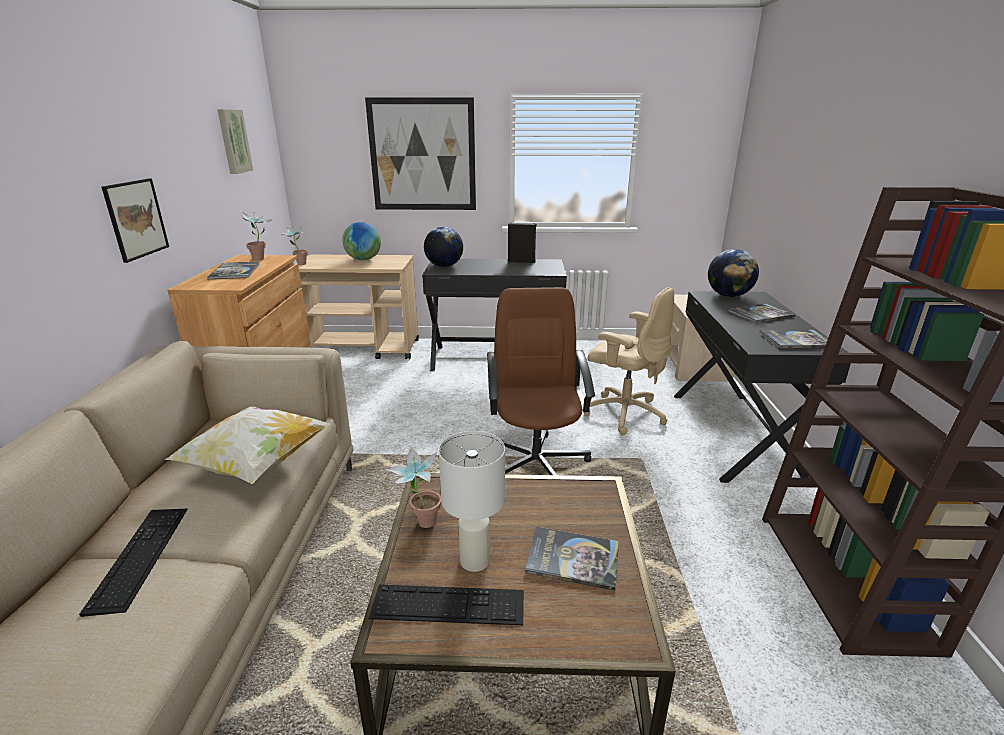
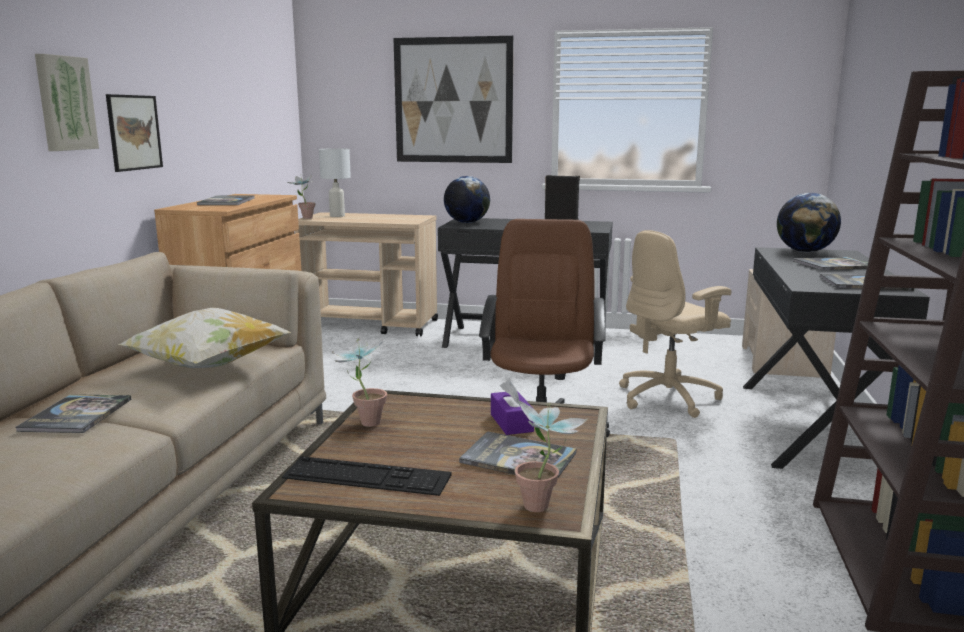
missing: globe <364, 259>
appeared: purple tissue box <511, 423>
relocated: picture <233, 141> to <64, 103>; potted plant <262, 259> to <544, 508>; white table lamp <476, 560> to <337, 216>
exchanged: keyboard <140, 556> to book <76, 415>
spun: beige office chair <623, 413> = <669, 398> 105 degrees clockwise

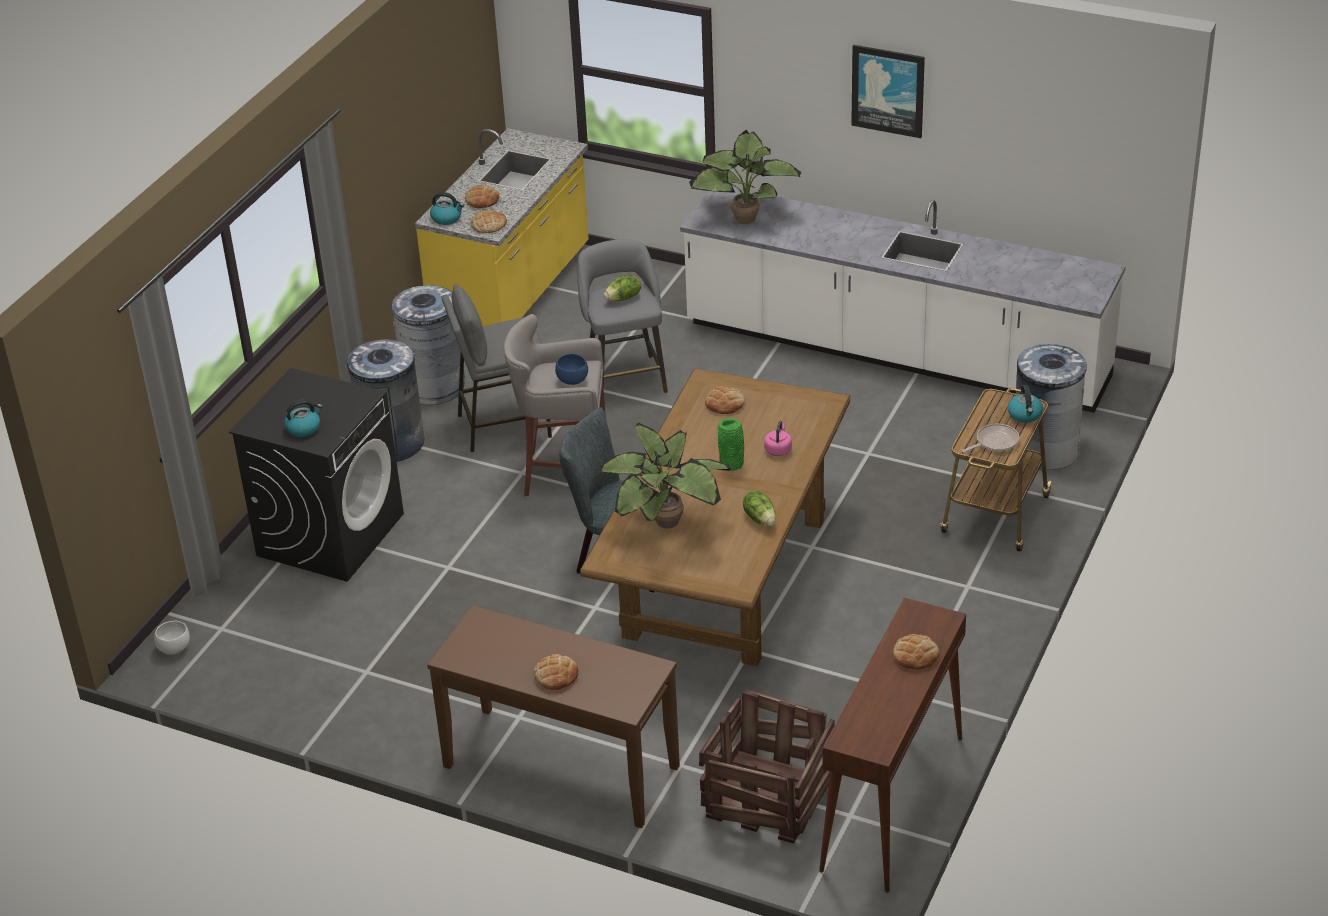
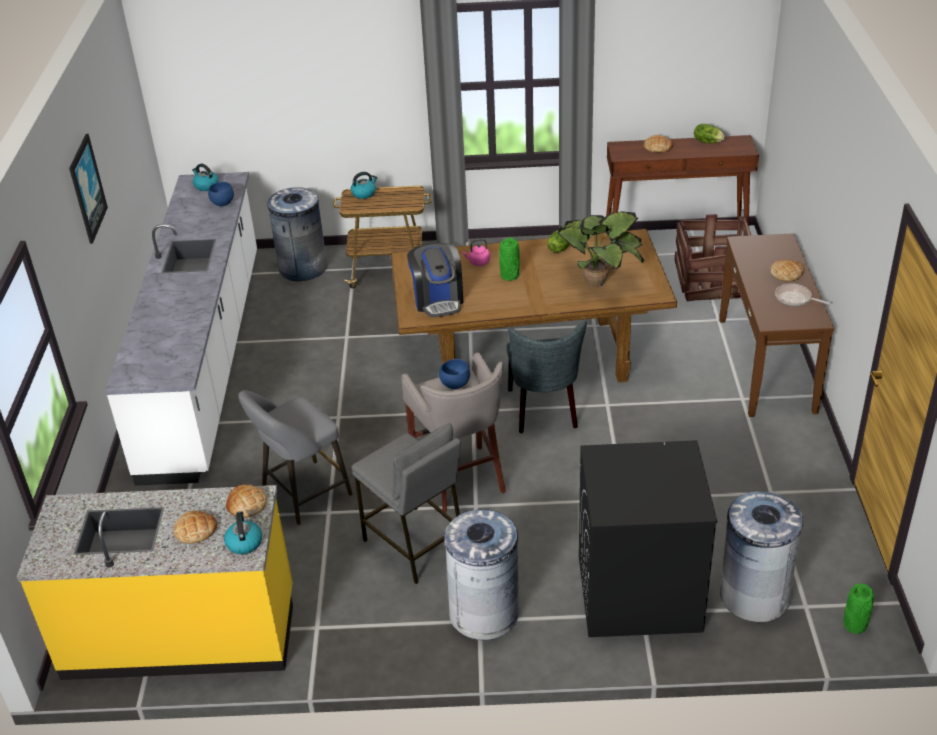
missing: potted plant <745, 217>
appeared: blue bowl <222, 203>
relocated: kettle <304, 428> to <206, 186>; grey trash can <433, 386> to <754, 595>; lettuce <623, 298> to <707, 142>; frying pan <995, 442> to <795, 298>
exchanged: white bowl <174, 648> to green vase <854, 626>; bread <725, 403> to coffee machine <438, 300>

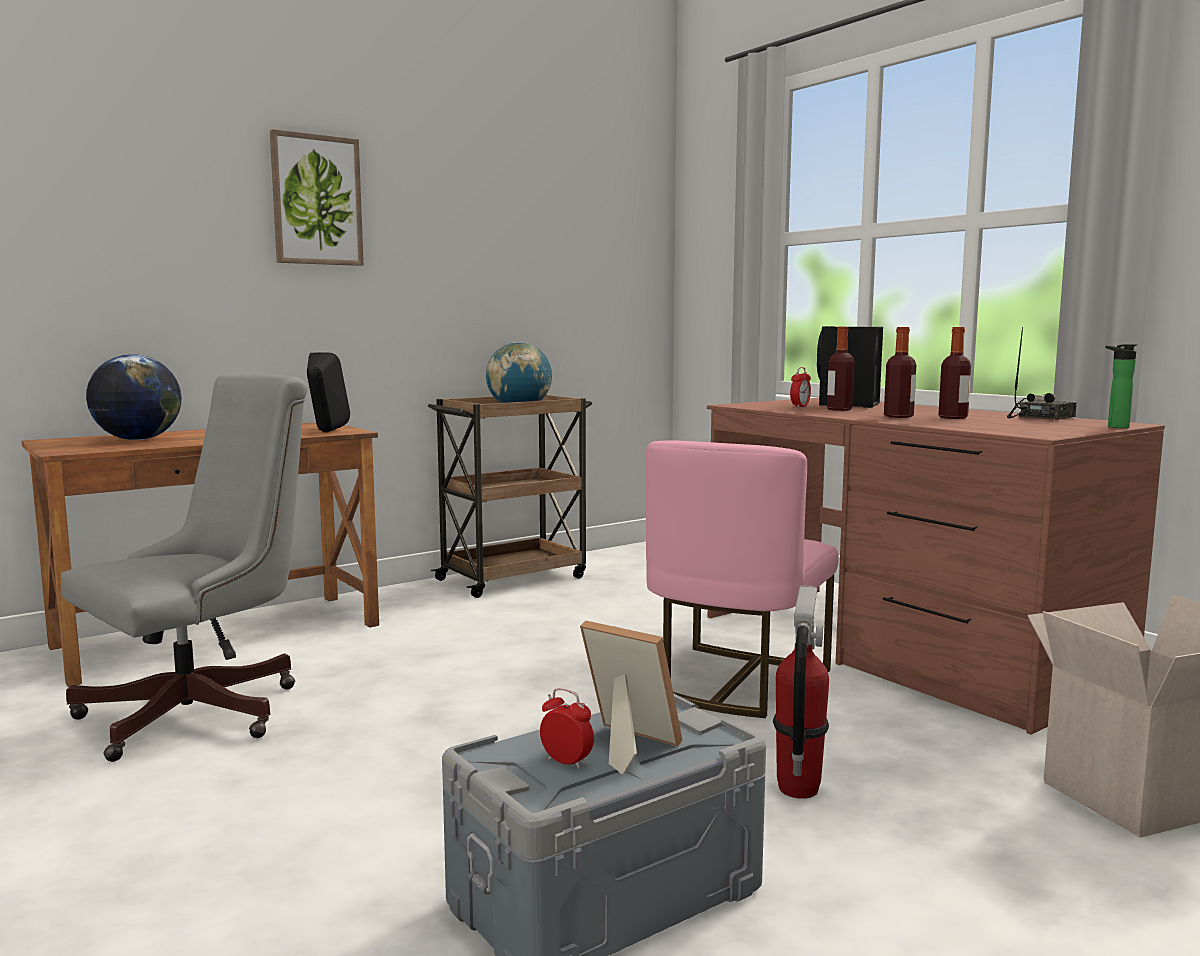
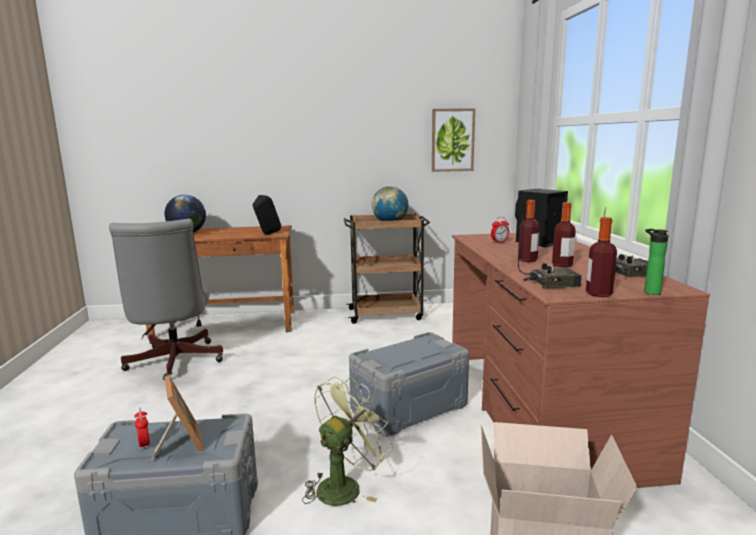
appeared: radio <551, 283>
relocated: picture <316, 200> to <452, 140>; bottle <839, 409> to <598, 294>
exchanged: pink chair <736, 682> to grey storage box <408, 407>; fire extinguisher <798, 788> to green fan <344, 485>
spun: grey office chair <205, 711> = <173, 363> 90 degrees clockwise

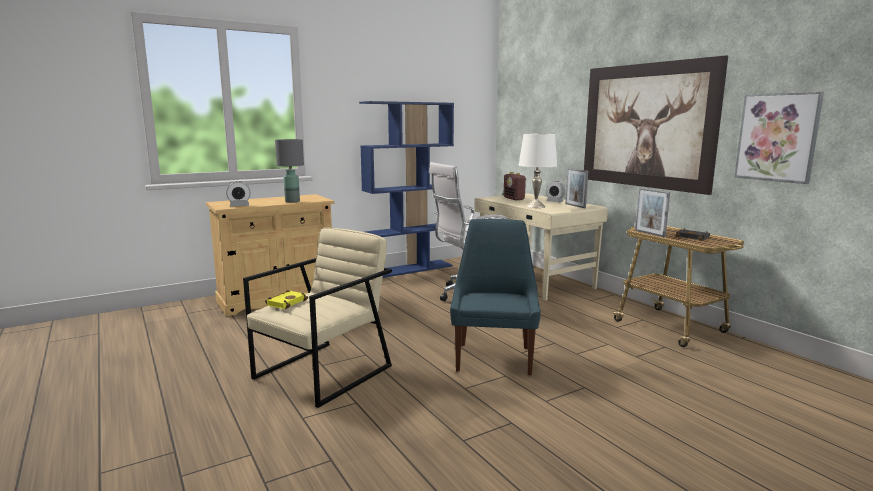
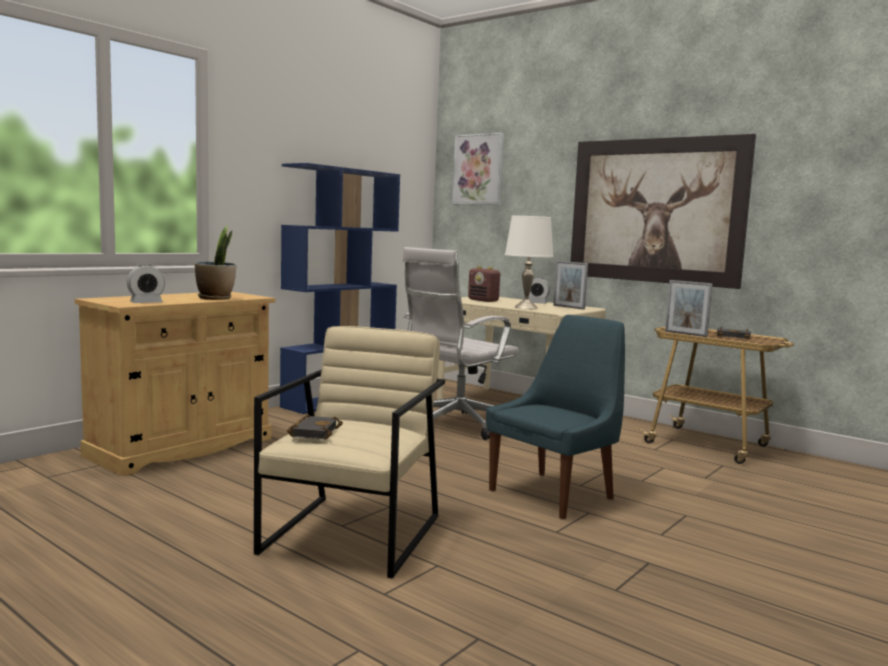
relocated: picture <777, 137> to <478, 169>
exchanged: grey table lamp <292, 201> to potted plant <215, 298>
colour: yellow book <286, 302> to black book <313, 432>
spun: blue chair <494, 357> = <554, 494> 60 degrees clockwise

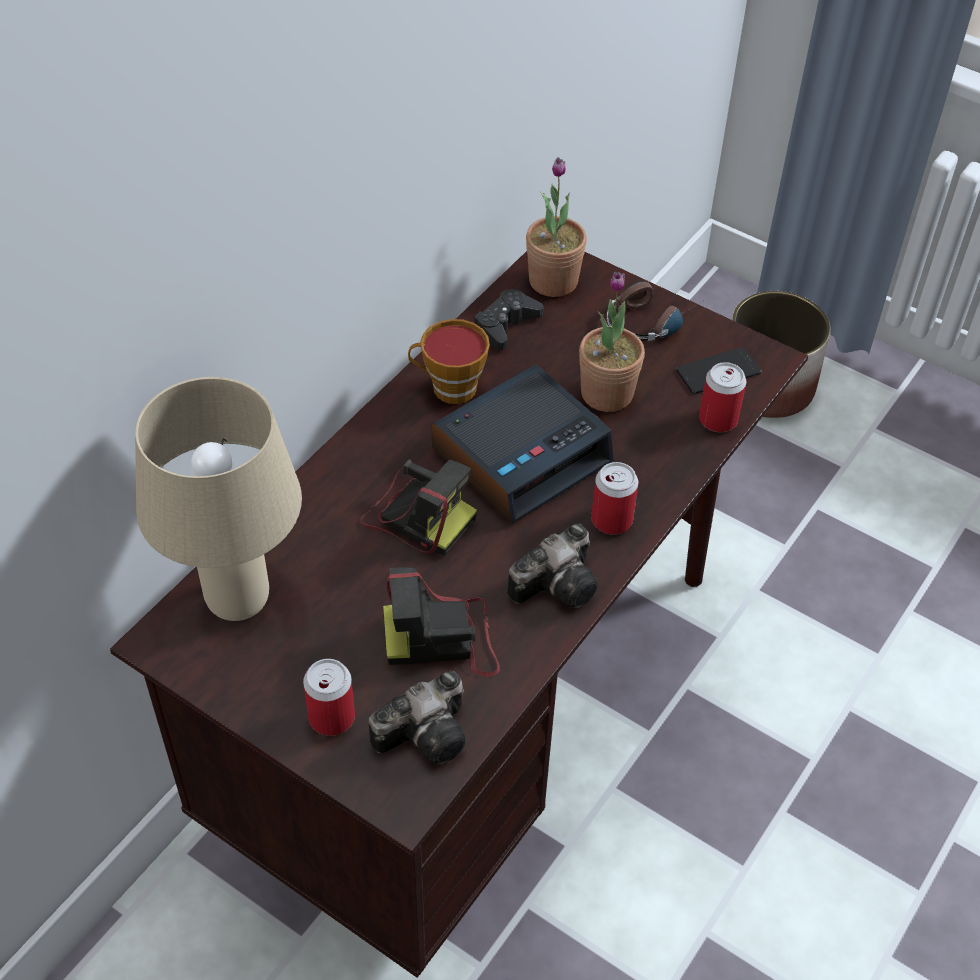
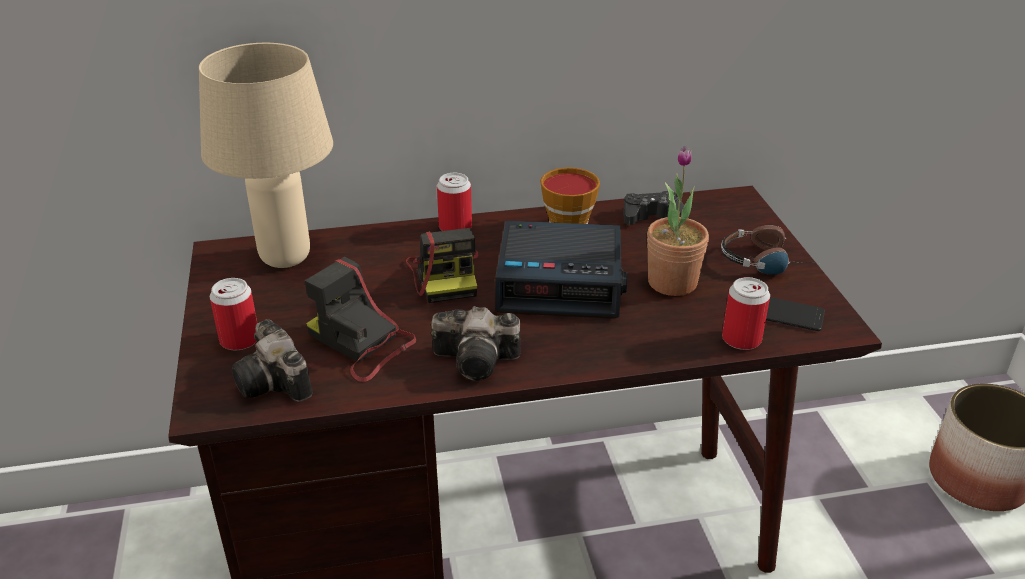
missing: potted plant <553, 281>
relocated: can <611, 520> to <455, 227>
spun: photo camera <428, 732> = <276, 383> 45 degrees clockwise

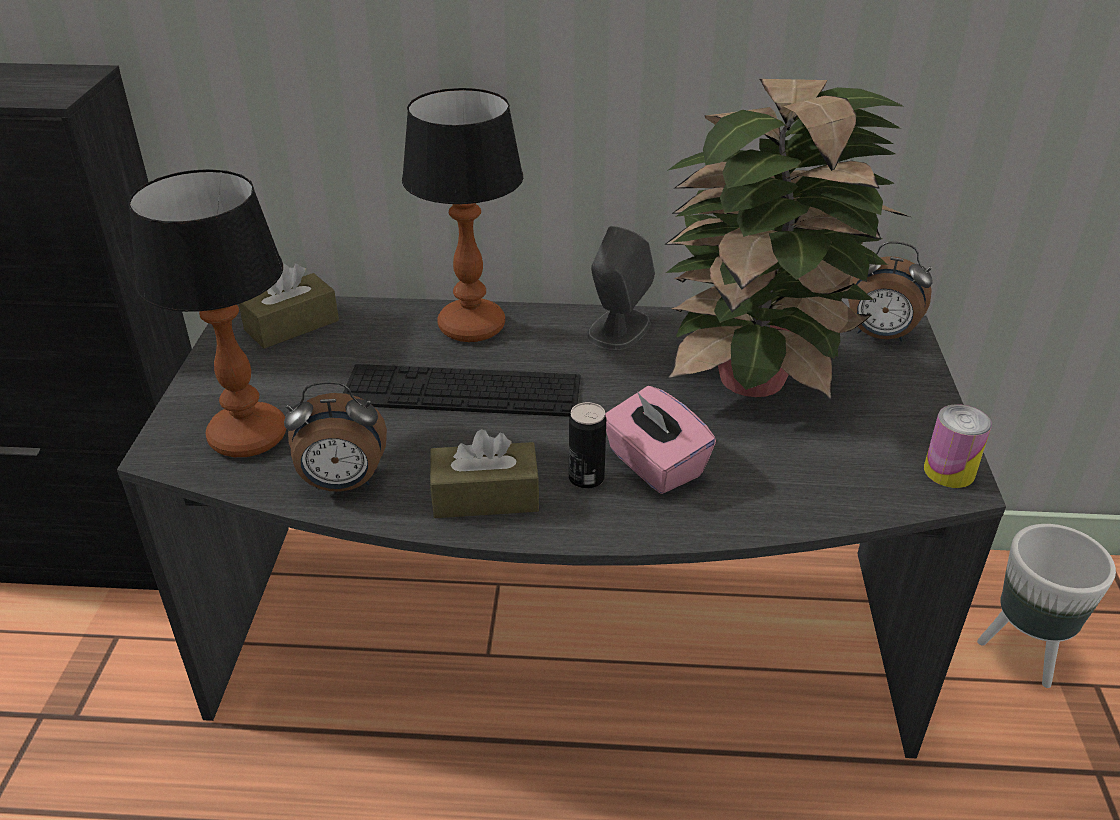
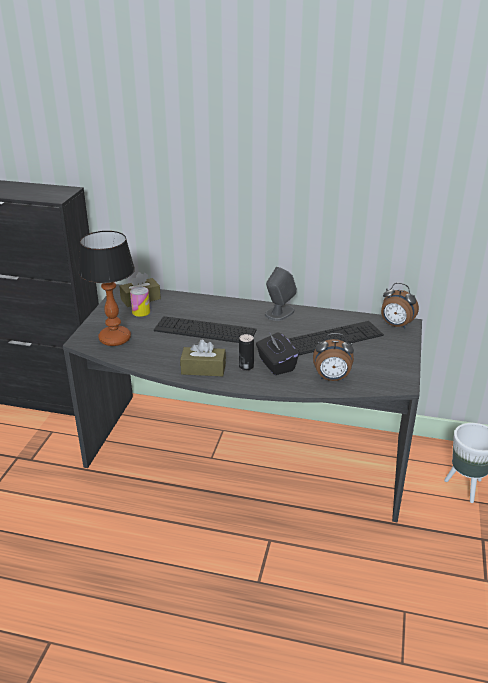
missing: table lamp <470, 326>
relocated: alarm clock <342, 484> to <332, 378>; can <949, 471> to <141, 312>
exchanged: potted plant <757, 382> to keyboard <332, 338>
colour: pink tissue box <654, 464> to black tissue box <276, 365>

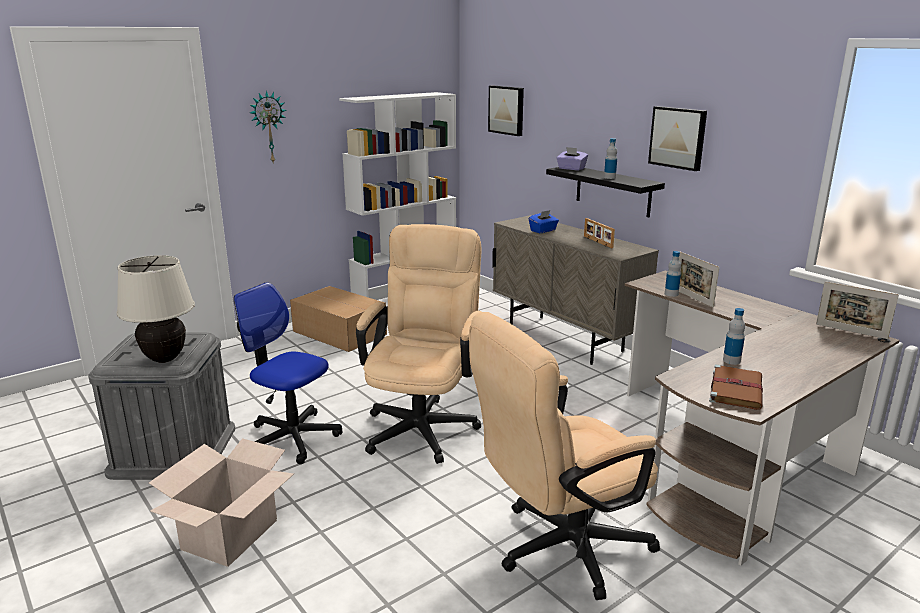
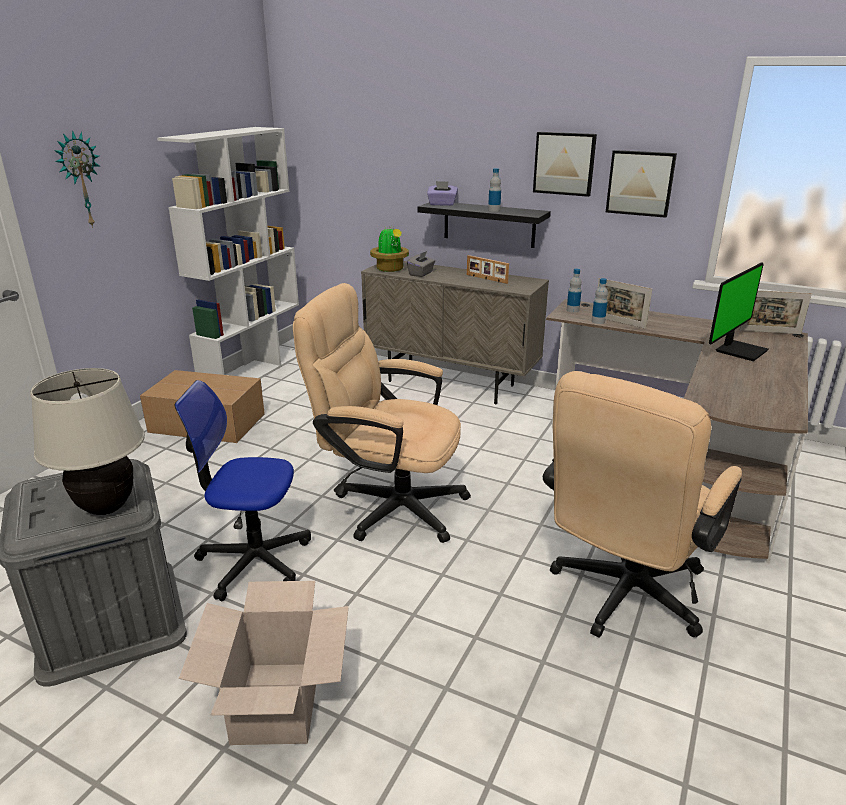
missing: brown book <735, 389>
appeared: potted plant <390, 269>; monitor <739, 350>
relocated: picture <507, 110> to <640, 183>; bottle <731, 361> to <572, 310>
colour: blue tissue box <543, 230> to grey tissue box <421, 274>
spun: beige office chair <424, 424> = <388, 505> 60 degrees counterclockwise

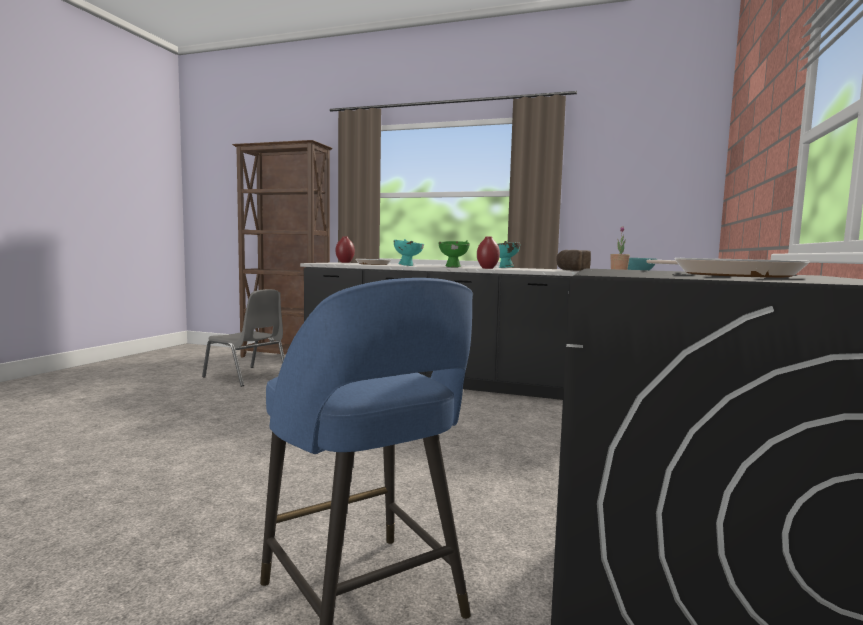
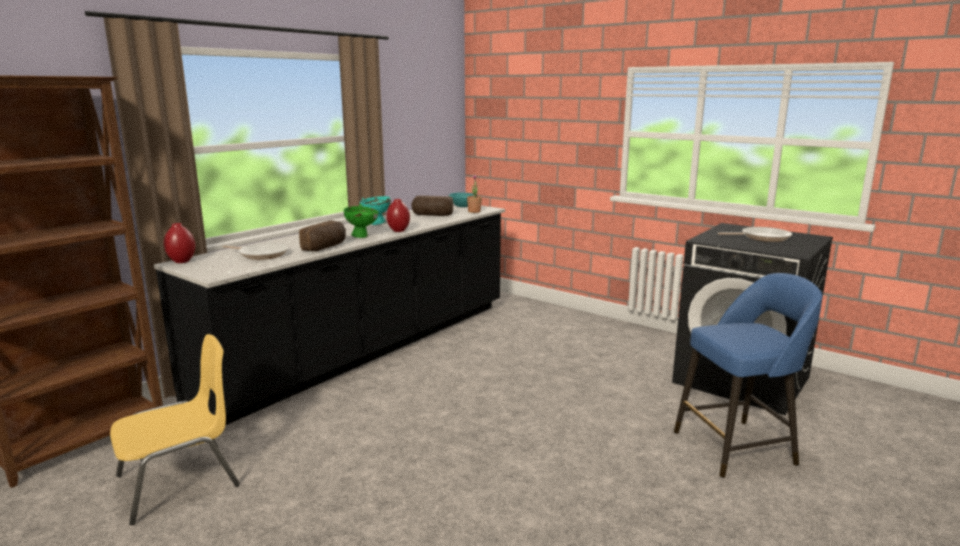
exchanged: turquoise bowl <408, 265> to bread <326, 247>
colour: grey chair <247, 377> to yellow chair <180, 481>

